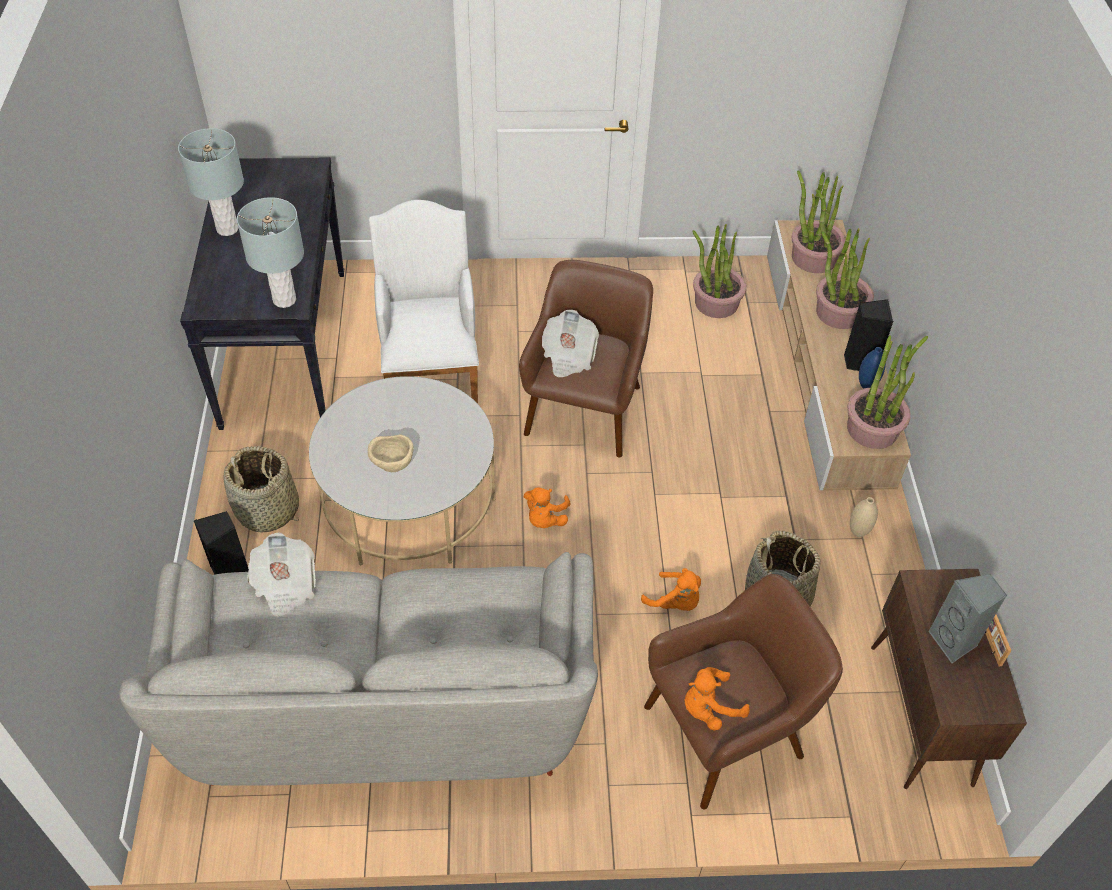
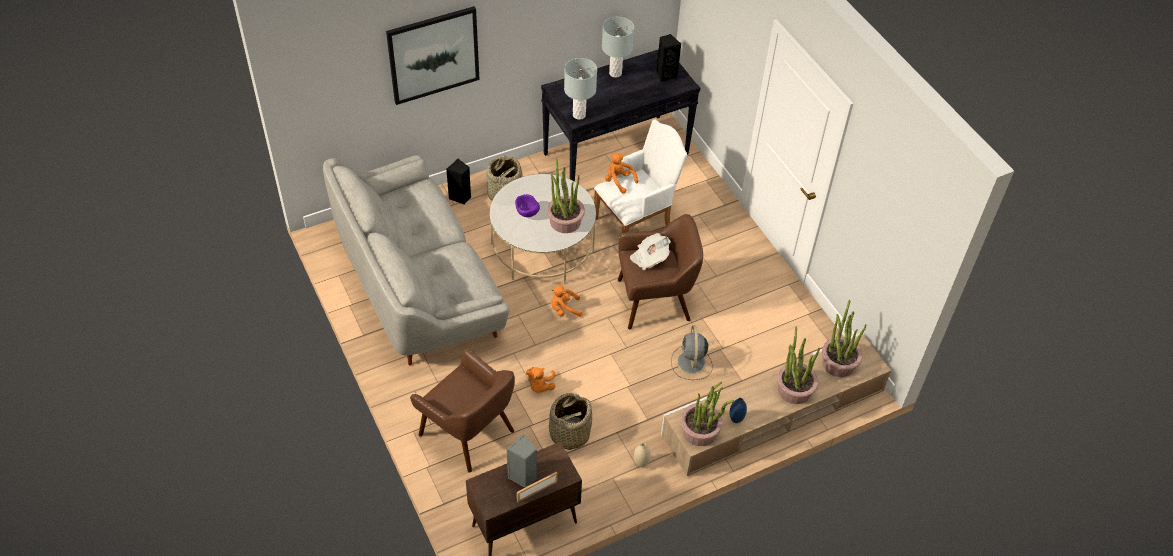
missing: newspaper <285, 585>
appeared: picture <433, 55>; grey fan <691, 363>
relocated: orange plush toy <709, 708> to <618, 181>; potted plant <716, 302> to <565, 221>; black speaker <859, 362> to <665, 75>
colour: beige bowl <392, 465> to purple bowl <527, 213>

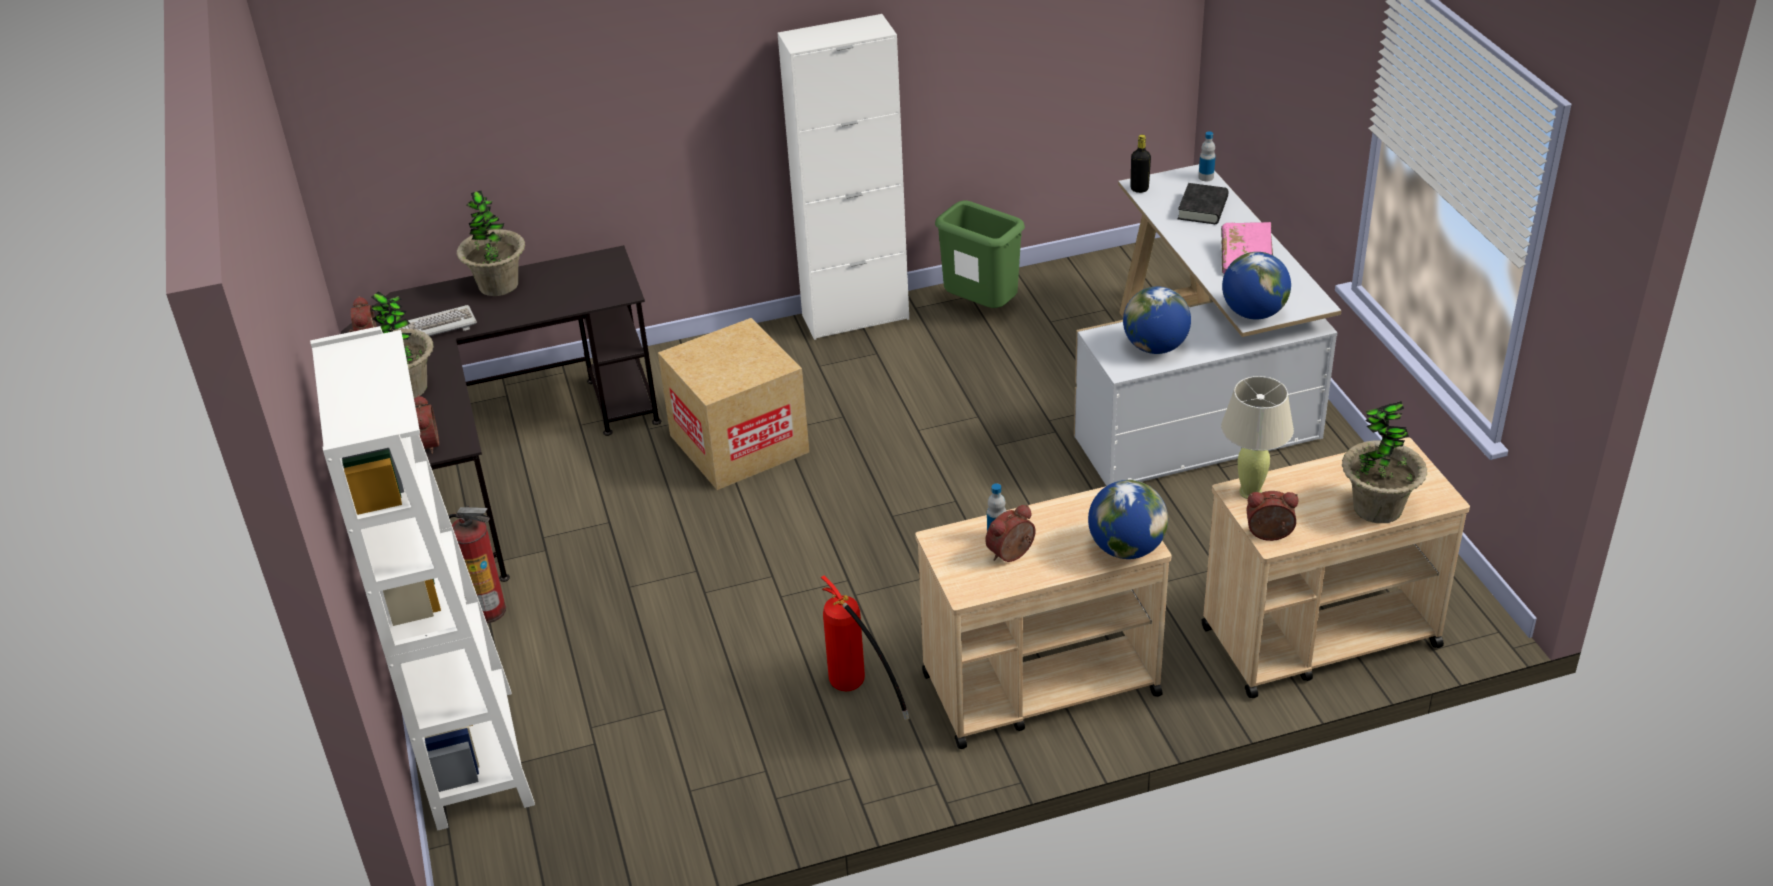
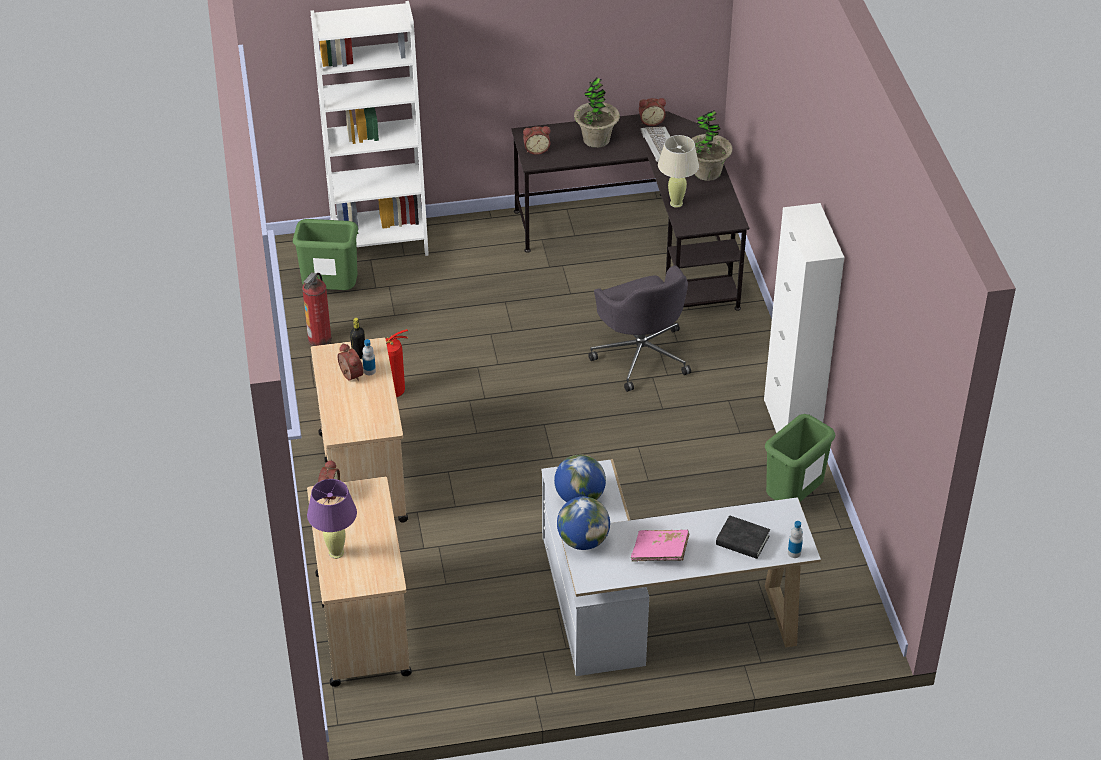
missing: globe <1126, 549>
appeared: green trash can <331, 291>
relocated: fire extinguisher <488, 610> to <320, 339>; black bottle <1139, 189> to <359, 355>; beige table lamp <1250, 492> to <676, 203>
exchanged: cardboard box <739, 443> to grey office chair <641, 355>; potted plant <1377, 508> to purple table lamp <336, 552>

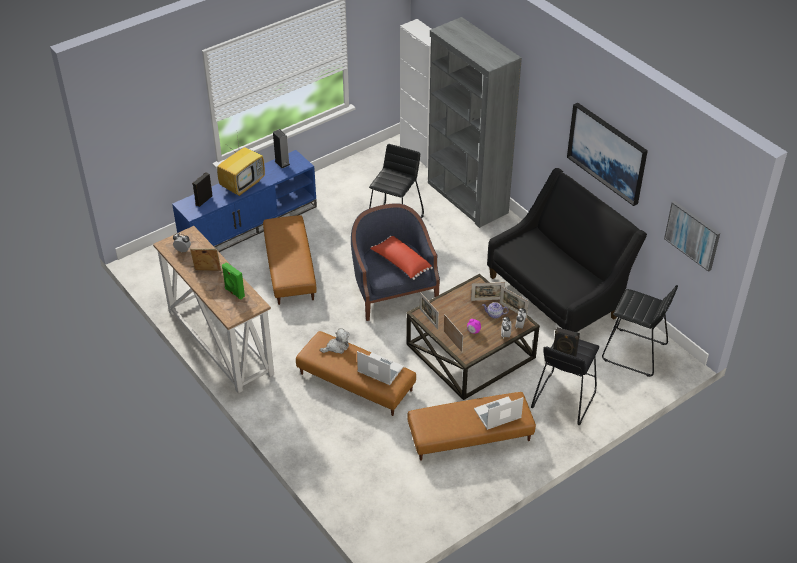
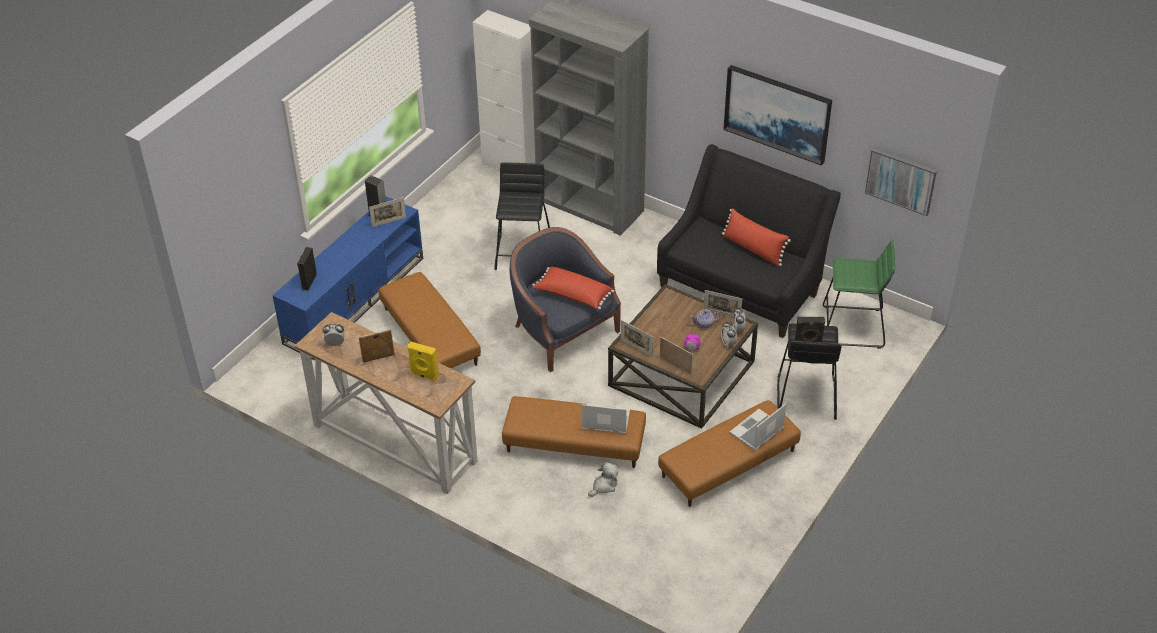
missing: television <243, 185>
appeared: red pillow <753, 249>
relocated: plush toy <337, 347> to <604, 486>; picture frame <487, 299> to <389, 222>
colour: green speaker <234, 293> to yellow speaker <424, 375>; black stool <634, 352> to green stool <853, 327>

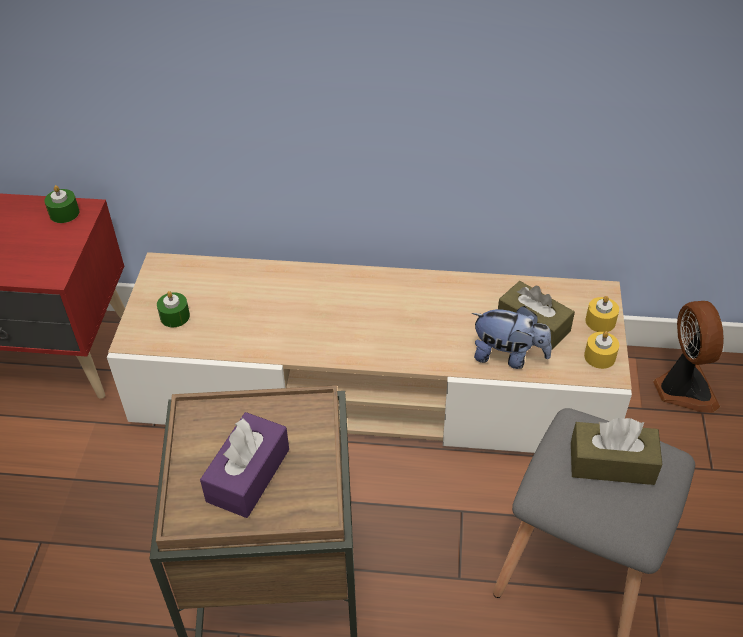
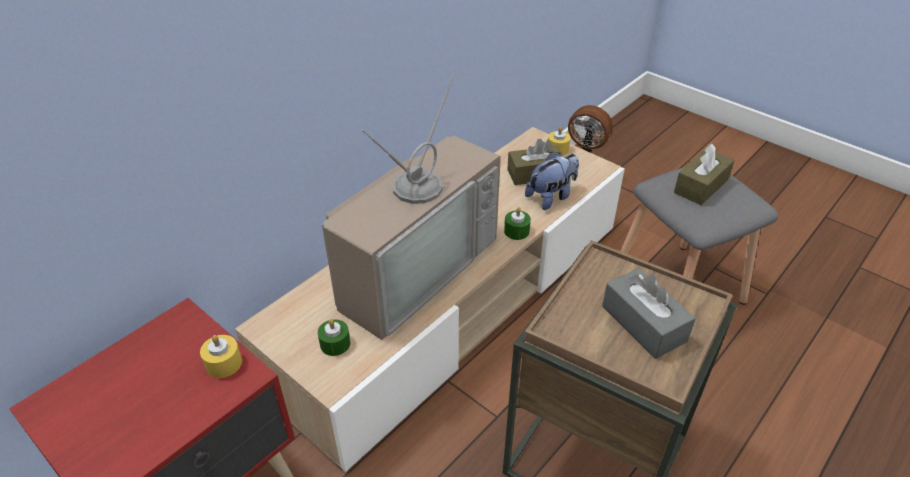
appeared: television <412, 266>
relocated: green candle <64, 213> to <516, 231>; yellow candle <599, 356> to <224, 363>
colour: purple tissue box <248, 475> to grey tissue box <643, 323>

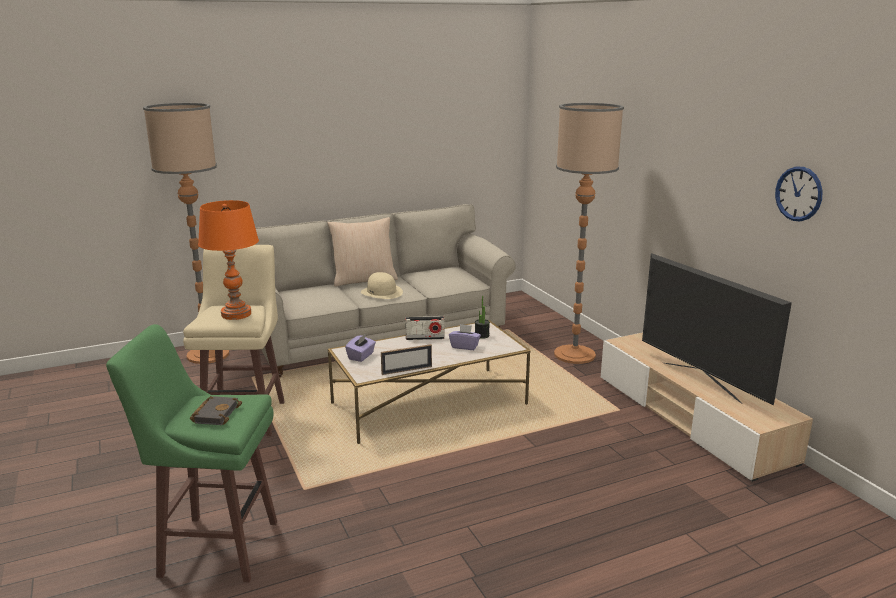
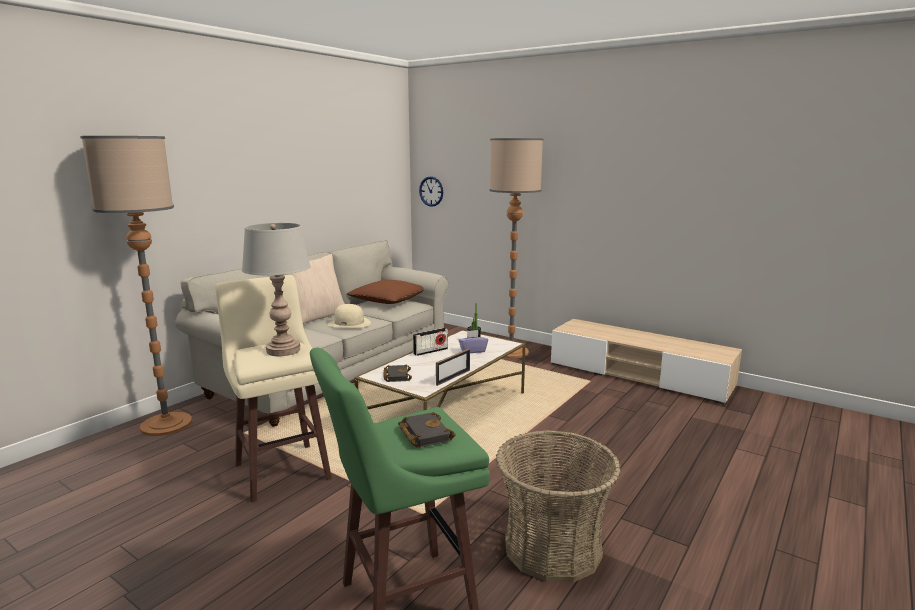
missing: television <701, 381>
appeared: brown pillow <387, 301>; basket <552, 548>
relocated: wall clock <798, 193> to <431, 191>
exchanged: purple tissue box <361, 356> to black book <396, 376>
colour: orange table lamp <236, 314> to grey table lamp <283, 350>

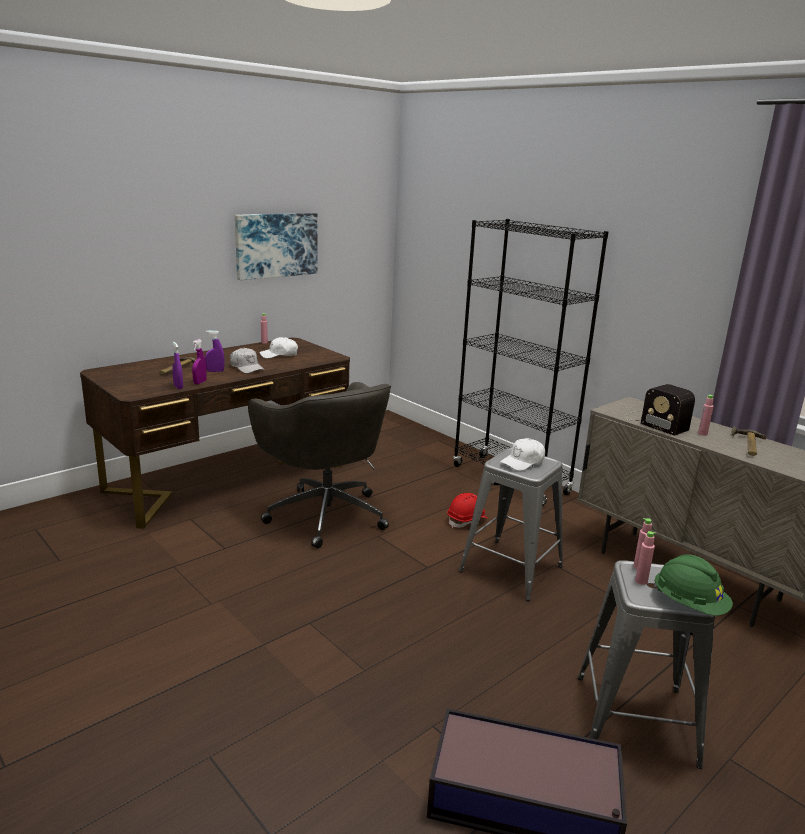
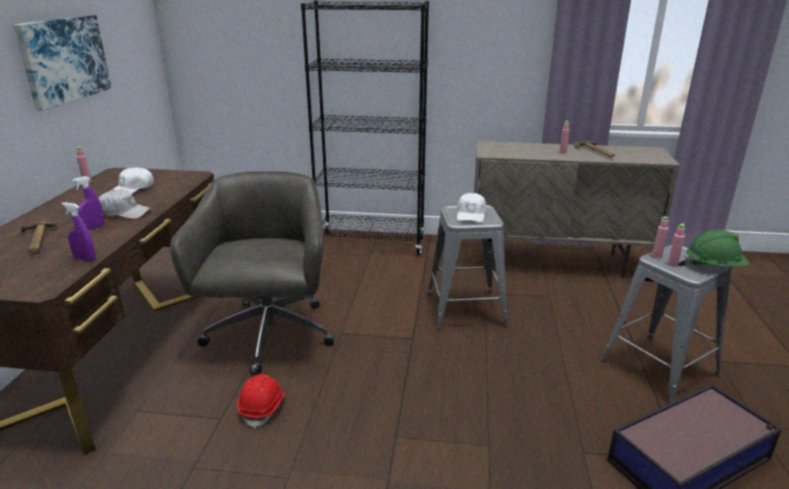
missing: purple spray bottle <200, 382>; radio <653, 422>
relocated: red hard hat <467, 520> to <263, 408>
spun: grey office chair <325, 513> = <269, 336> 105 degrees counterclockwise

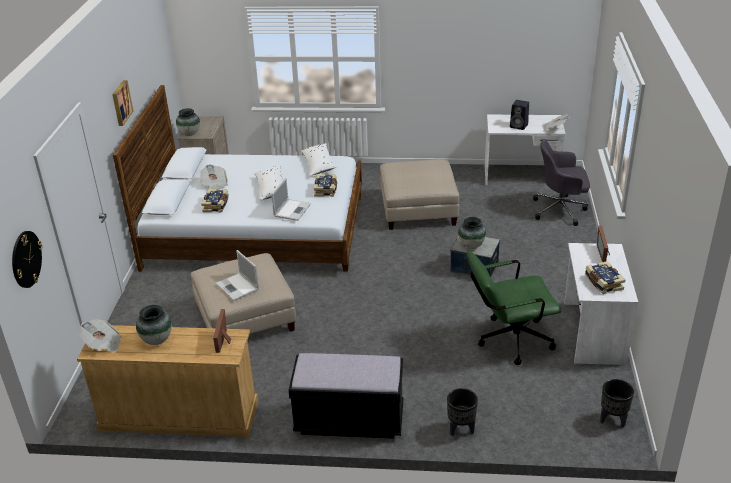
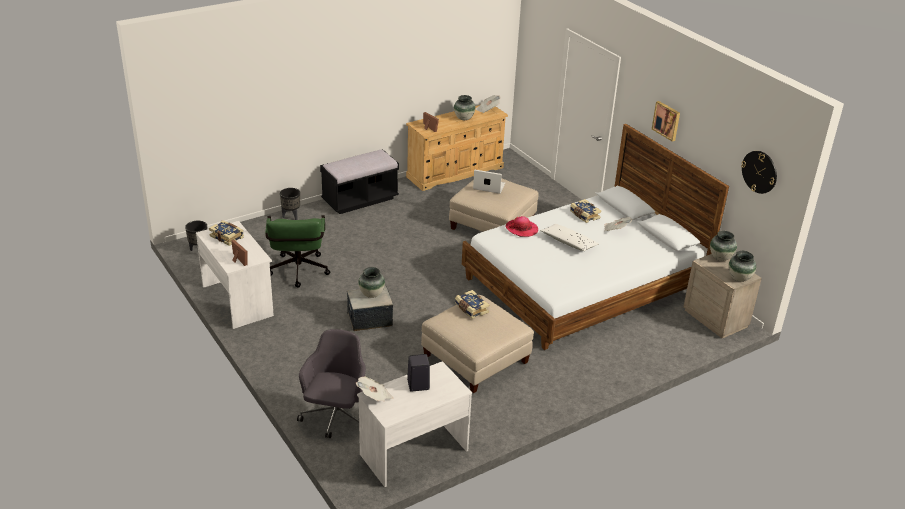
missing: white pillow <318, 164>
appeared: vase <739, 278>
relocated: wall clock <26, 259> to <759, 171>; book <326, 190> to <471, 309>
exchanged: laptop <292, 210> to hat <521, 229>
spun: green office chair <508, 340> = <298, 273> 135 degrees clockwise; grey office chair <560, 210> = <336, 417> 45 degrees counterclockwise

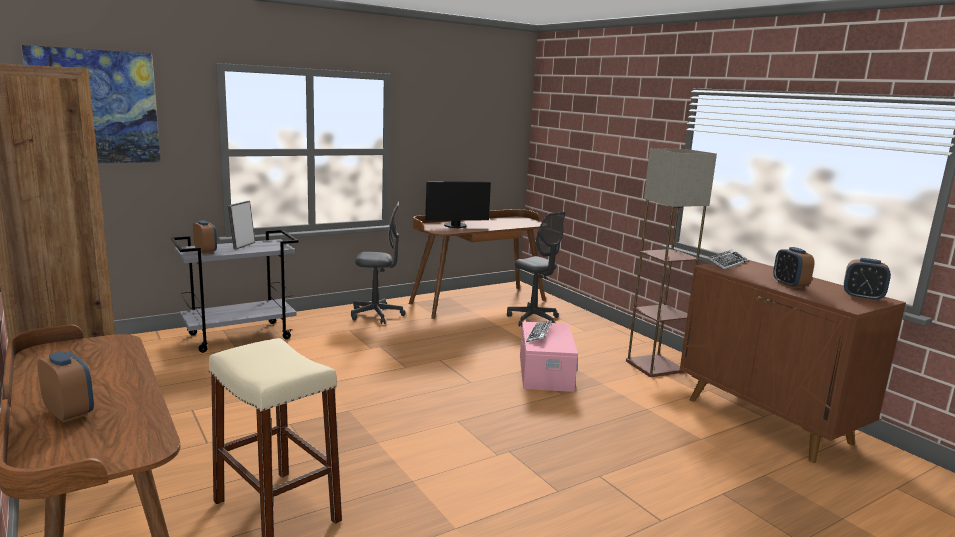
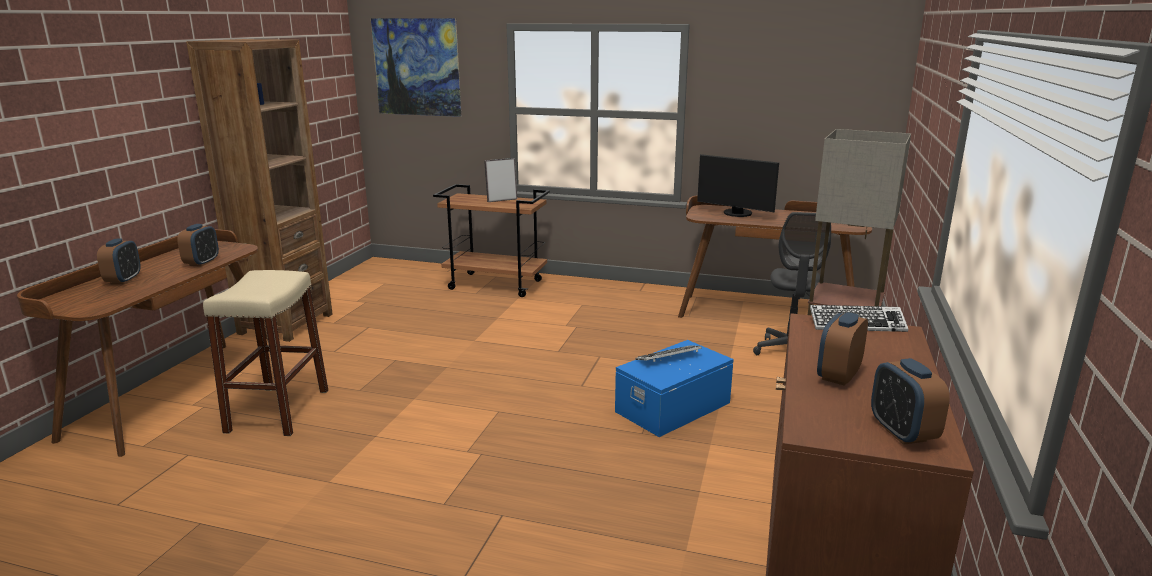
missing: grey office chair <376, 315>
relocated: alarm clock <205, 251> to <202, 263>
colour: grey cart <240, 336> to brown cart <496, 285>; pink storage box <544, 372> to blue storage box <671, 407>

